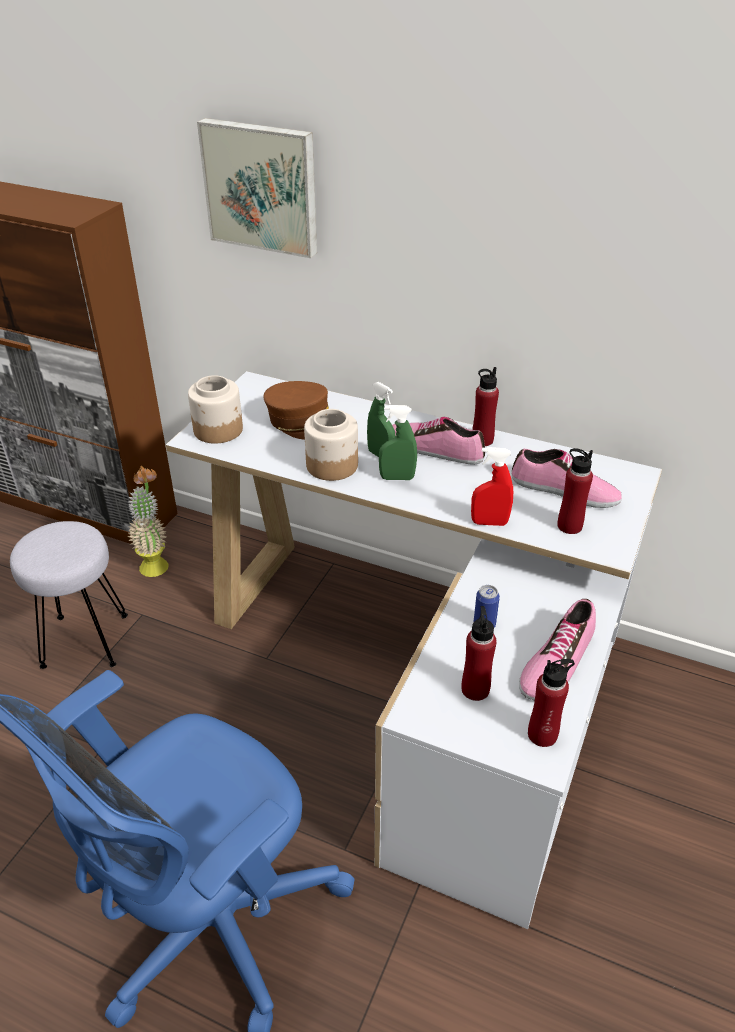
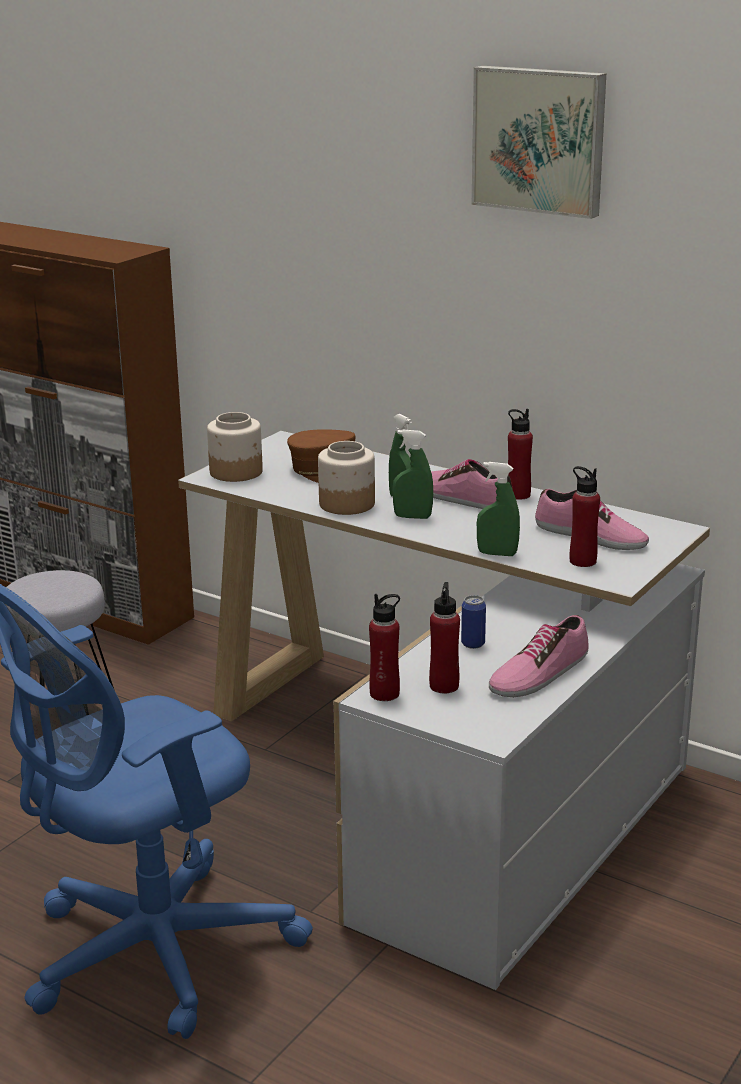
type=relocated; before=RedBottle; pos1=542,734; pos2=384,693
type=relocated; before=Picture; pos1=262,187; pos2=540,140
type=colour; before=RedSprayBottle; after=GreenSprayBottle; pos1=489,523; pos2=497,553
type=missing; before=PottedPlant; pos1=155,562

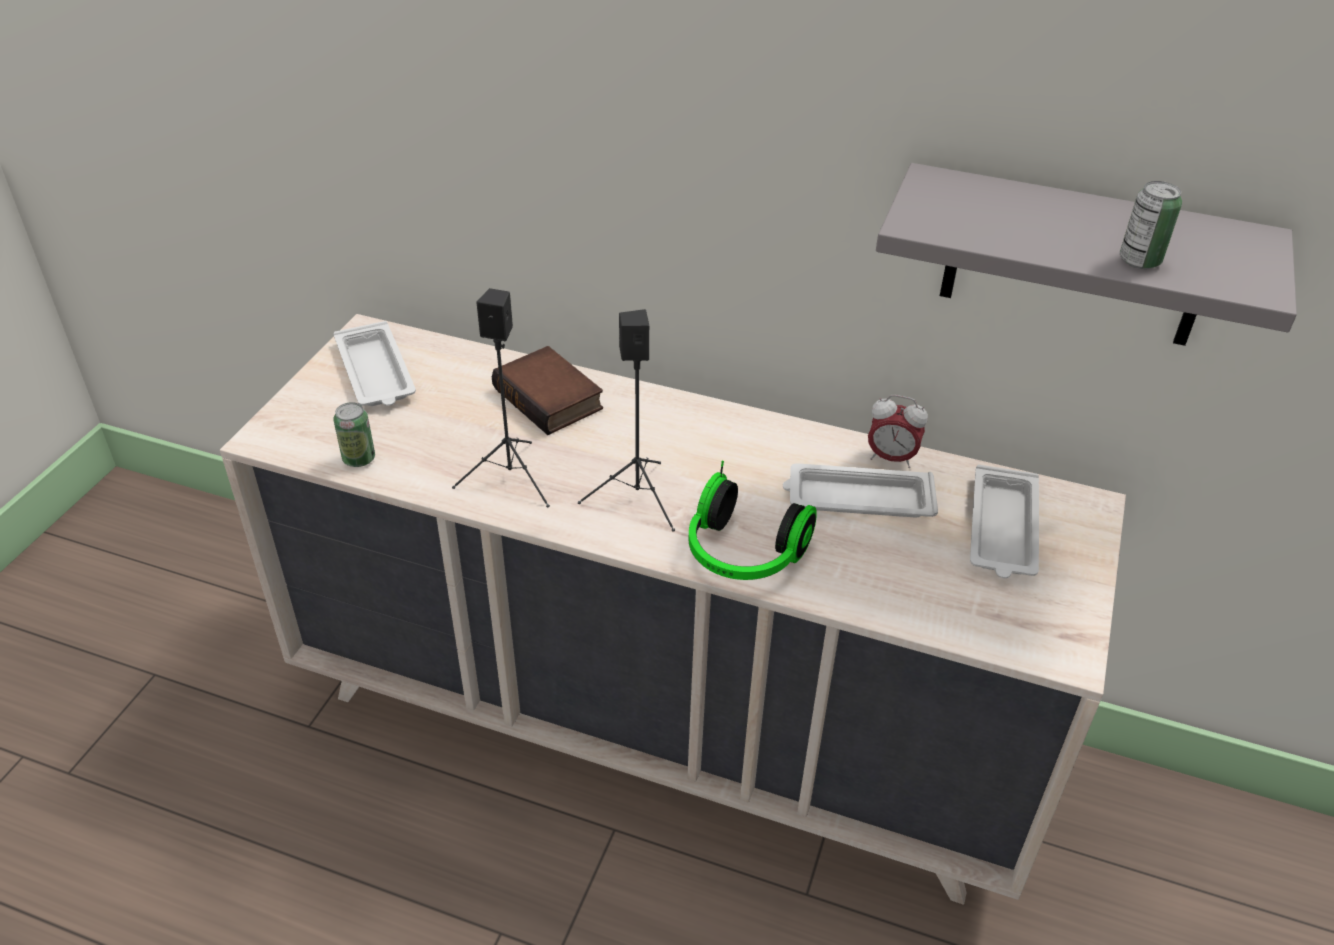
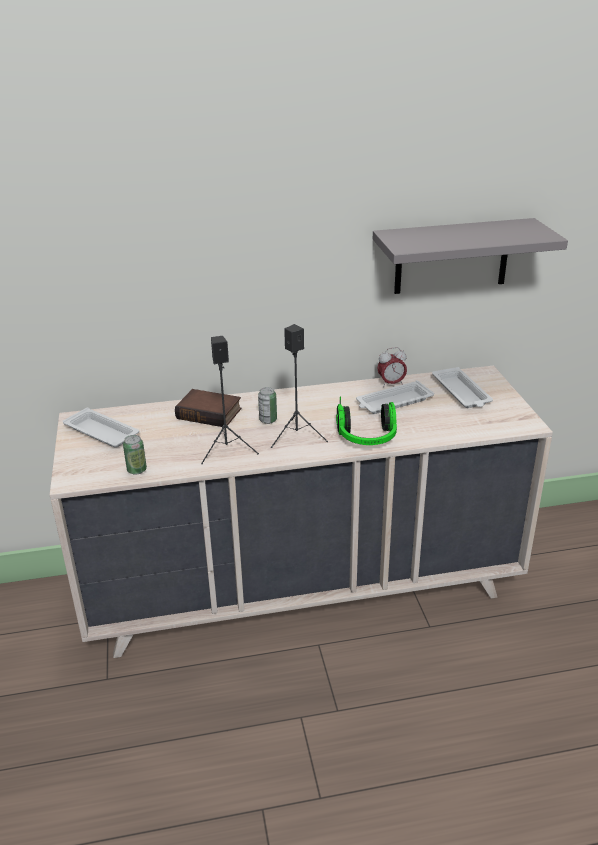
type=relocated; before=Can; pos1=1139,261; pos2=268,420

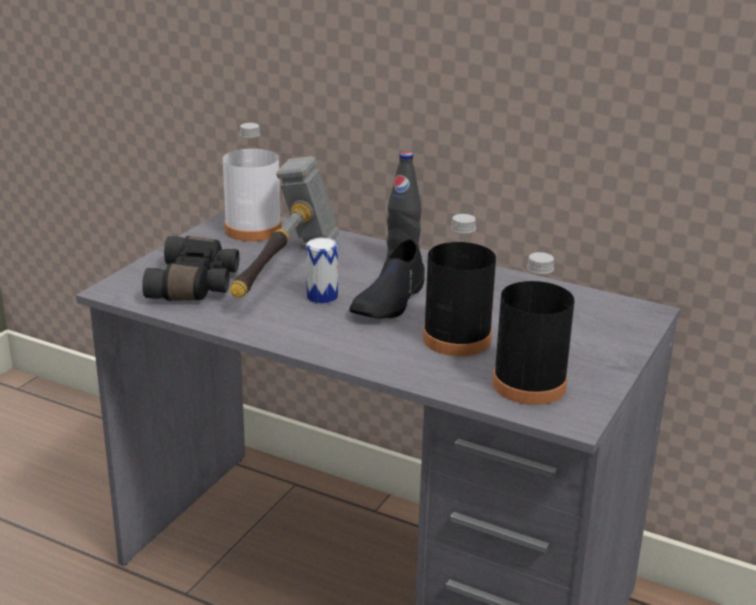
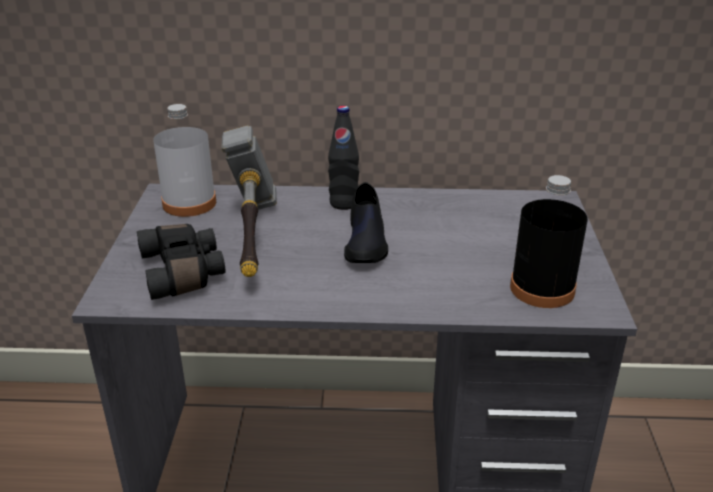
type=missing; before=Can; pos1=322,297
type=missing; before=BlackBottle; pos1=456,339

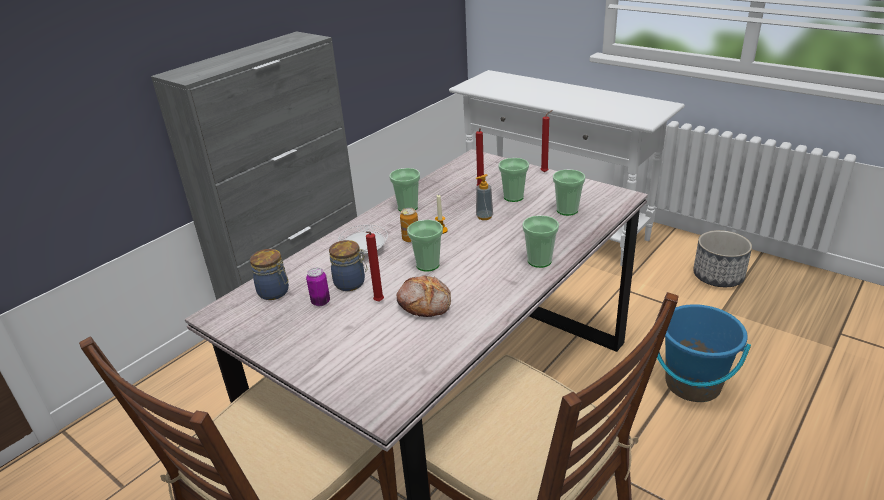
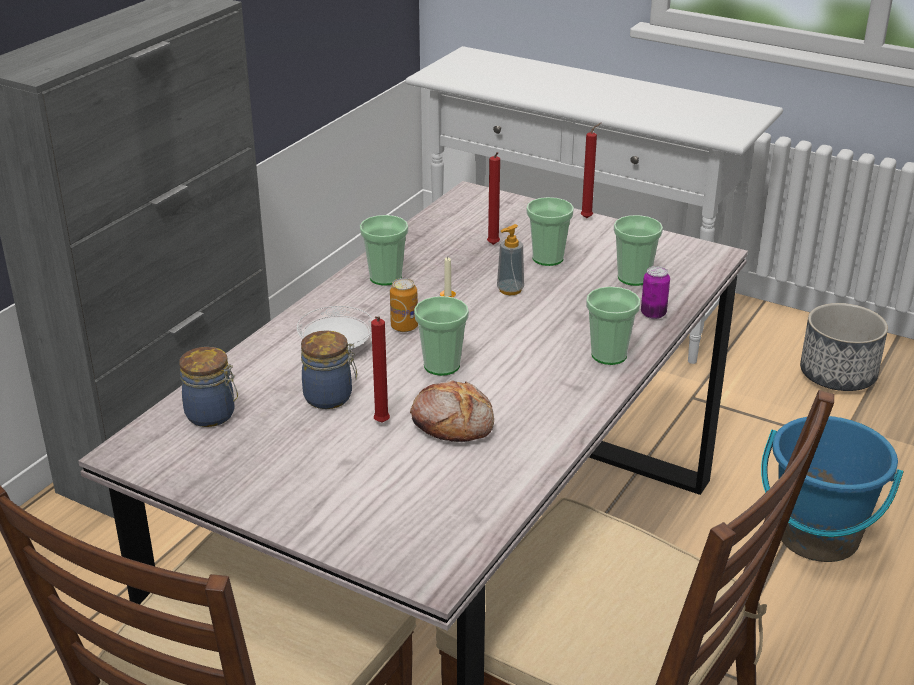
type=relocated; before=Can; pos1=321,302; pos2=653,314

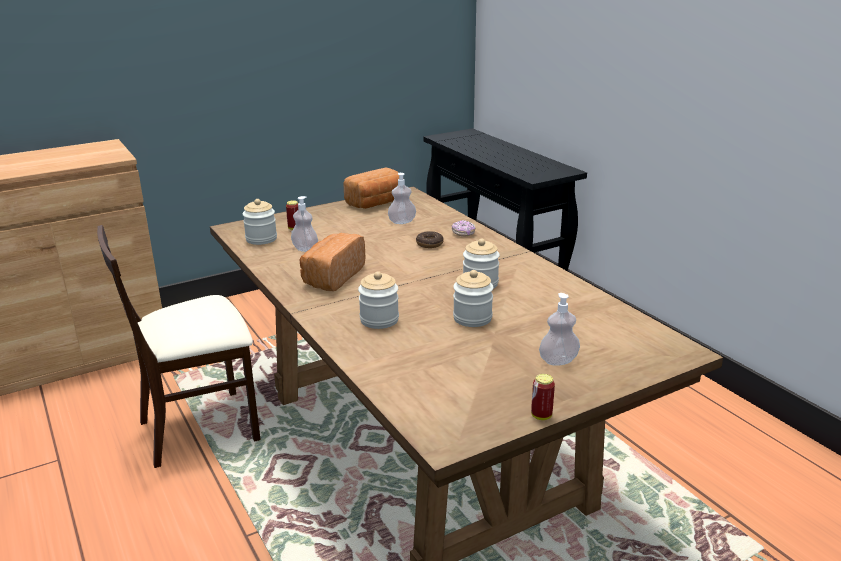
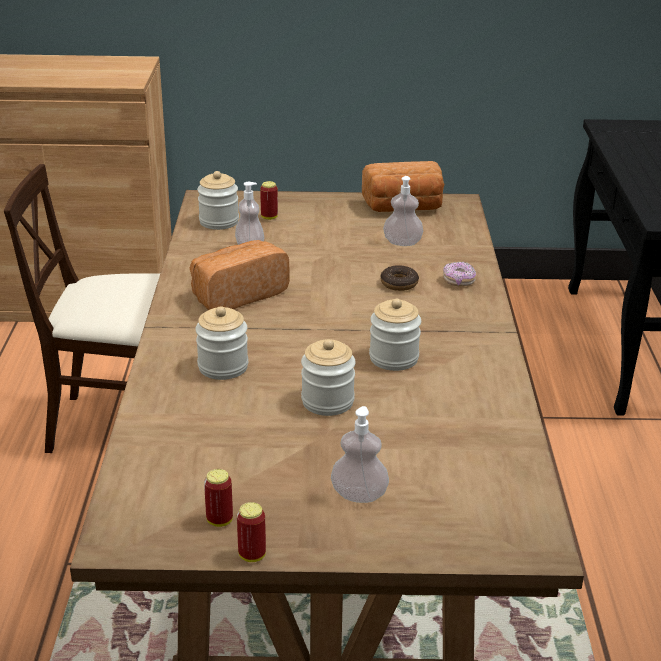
type=appeared; after=Can; pos2=219,520

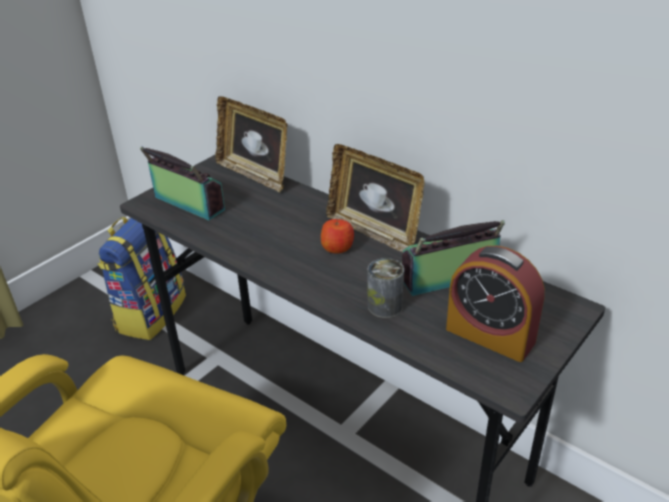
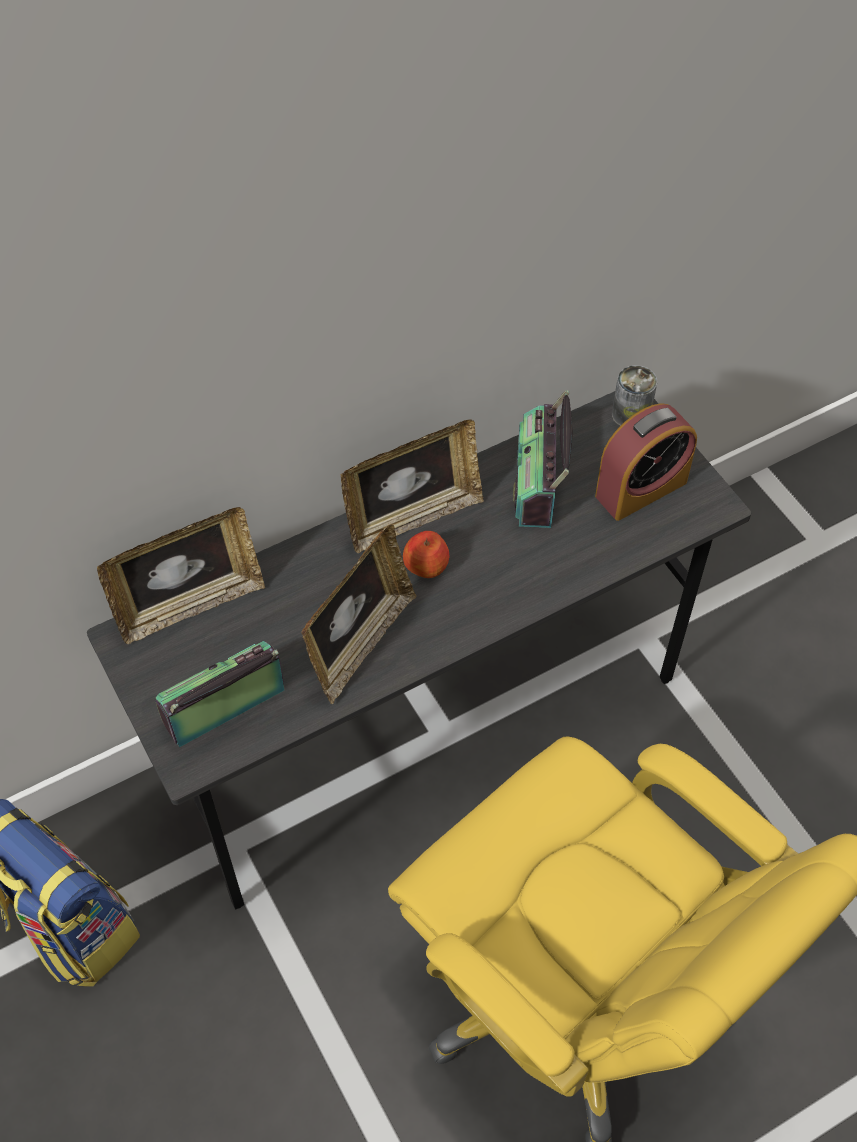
type=appeared; after=PictureFrame; pos2=360,643
type=relocated; before=Can; pos1=385,306; pos2=631,414

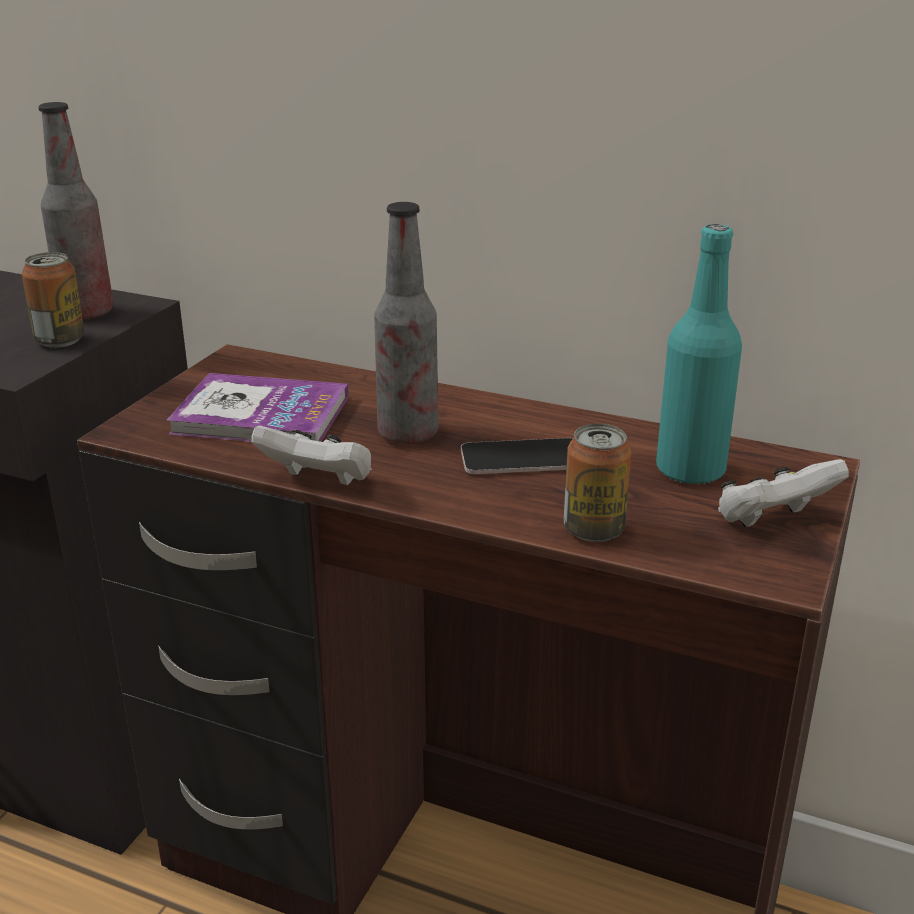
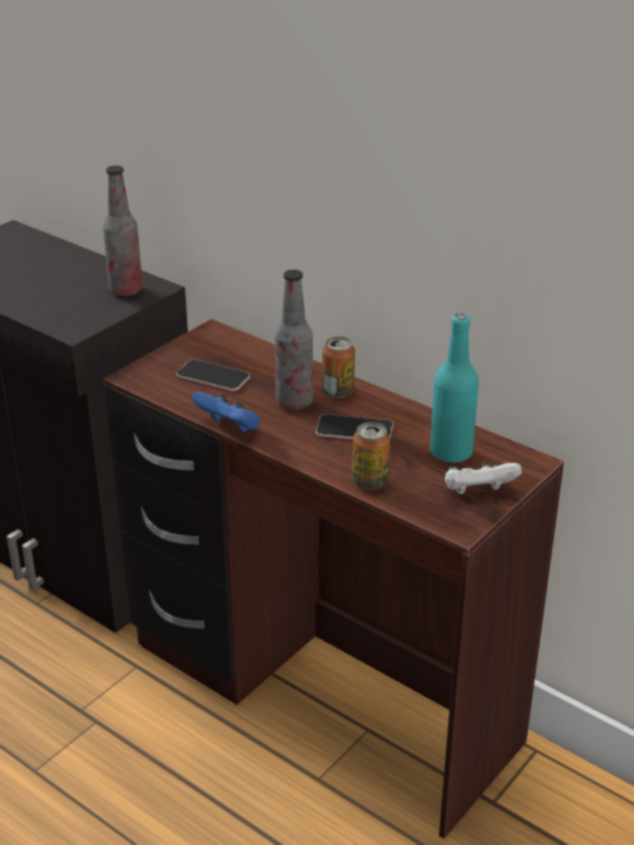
type=exchanged; before=Book; after=Phone; pos1=261,415; pos2=213,376
type=colour; before=WhiteGameController; after=BlueGameController; pos1=319,482; pos2=229,427
type=relocated; before=Can; pos1=60,340; pos2=338,391

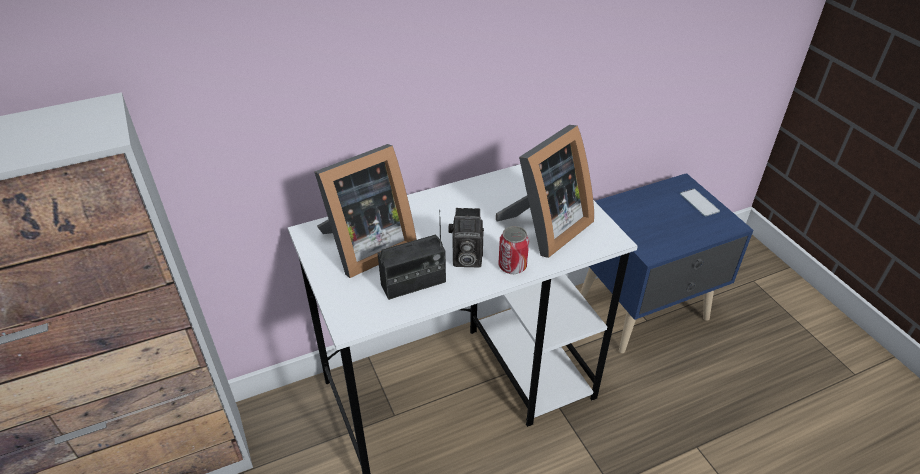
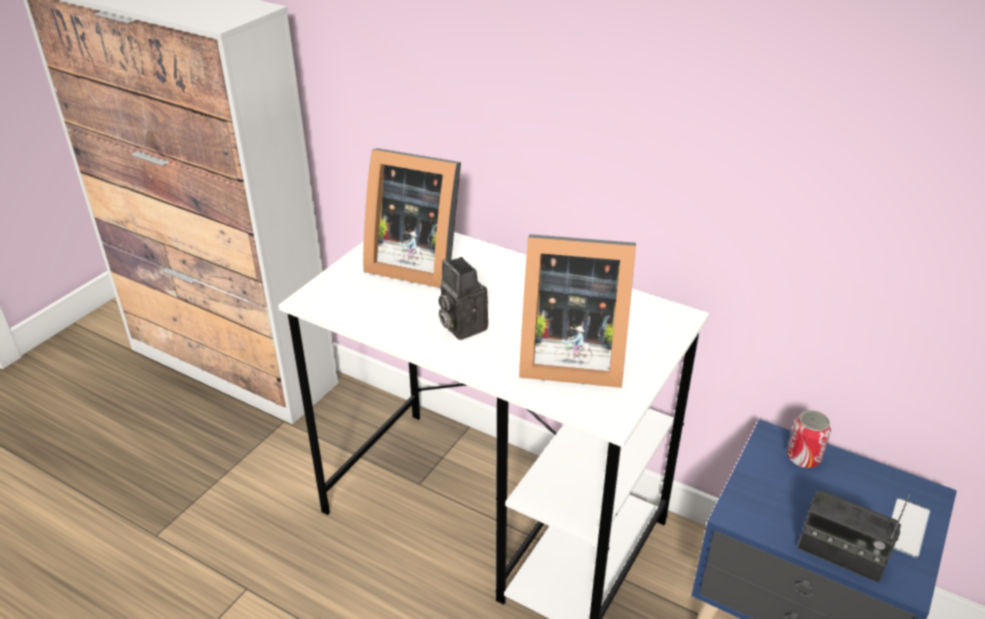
type=relocated; before=Can; pos1=512,266; pos2=803,457
type=relocated; before=Radio; pos1=413,283; pos2=840,555

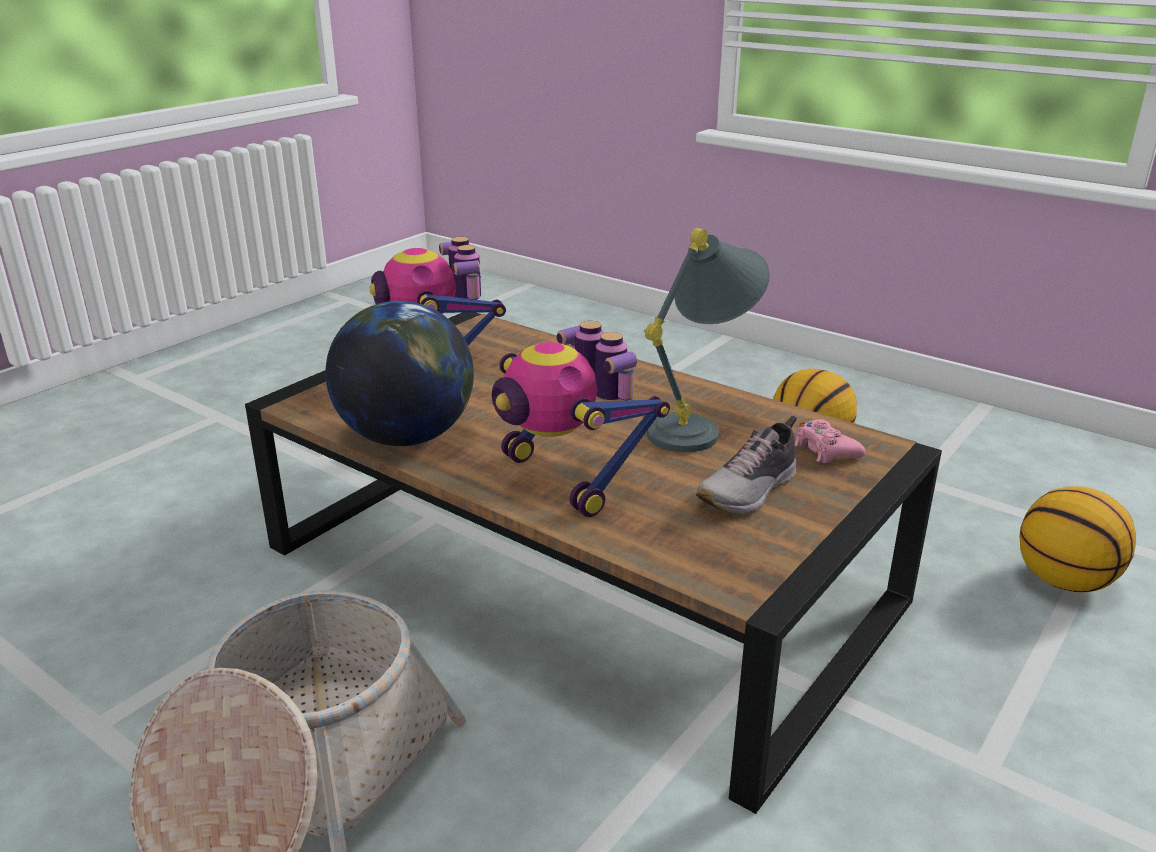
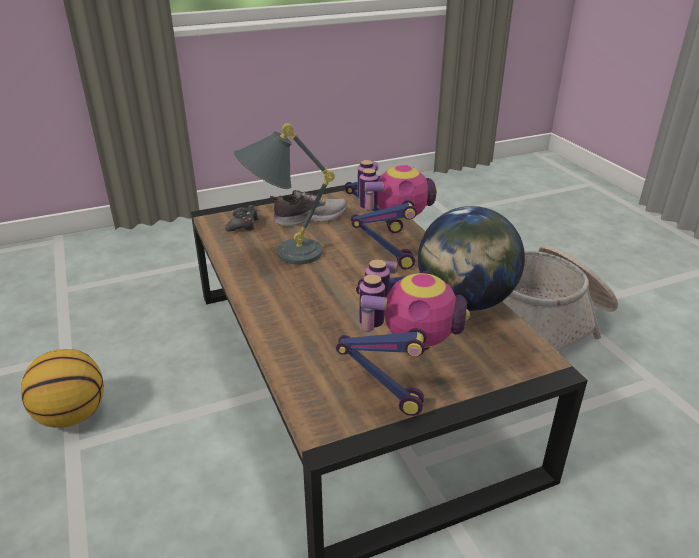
type=colour; before=PinkGameController; after=BlackGameController; pos1=825,450; pos2=243,224
type=missing; before=Basketball; pos1=1064,581

